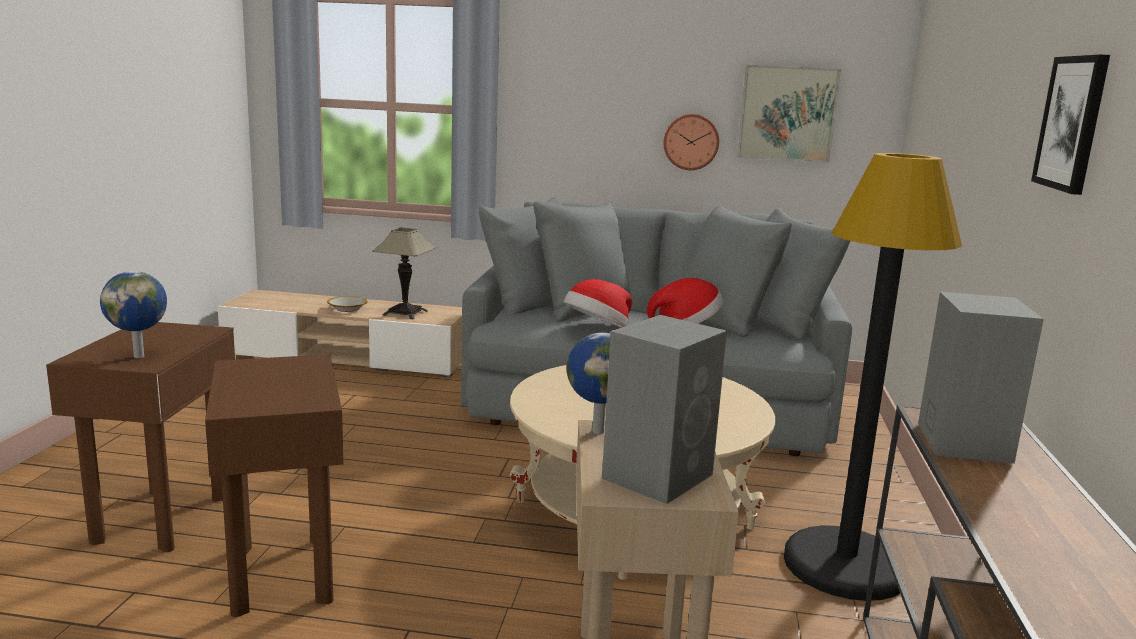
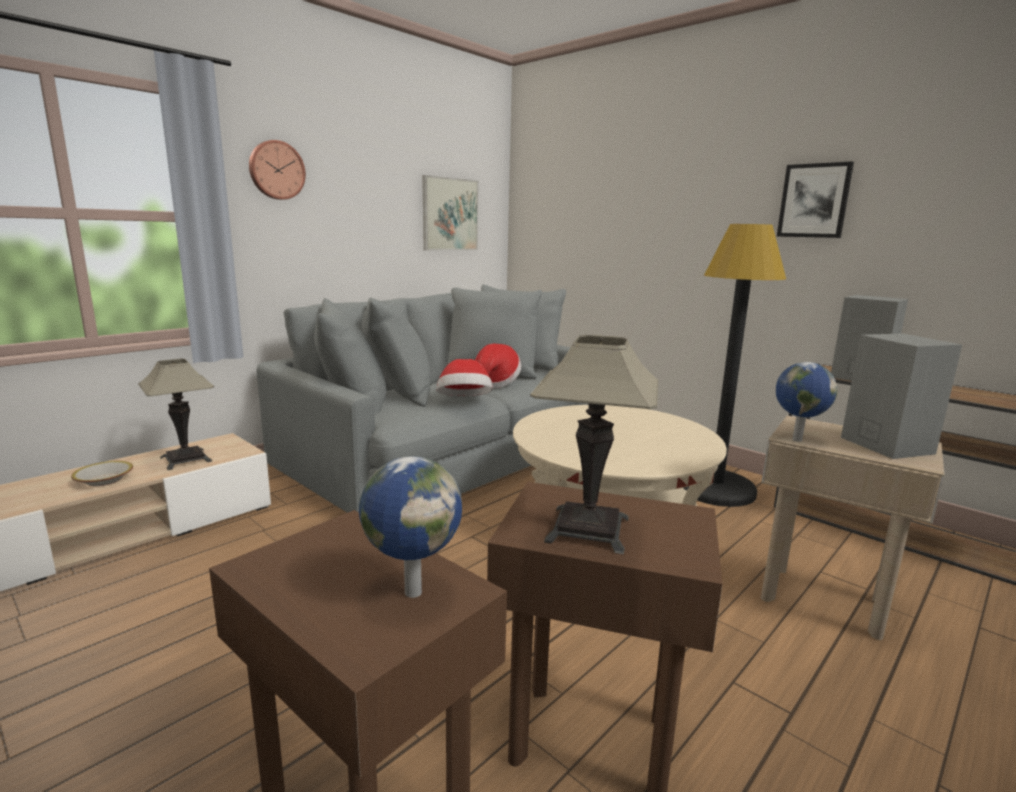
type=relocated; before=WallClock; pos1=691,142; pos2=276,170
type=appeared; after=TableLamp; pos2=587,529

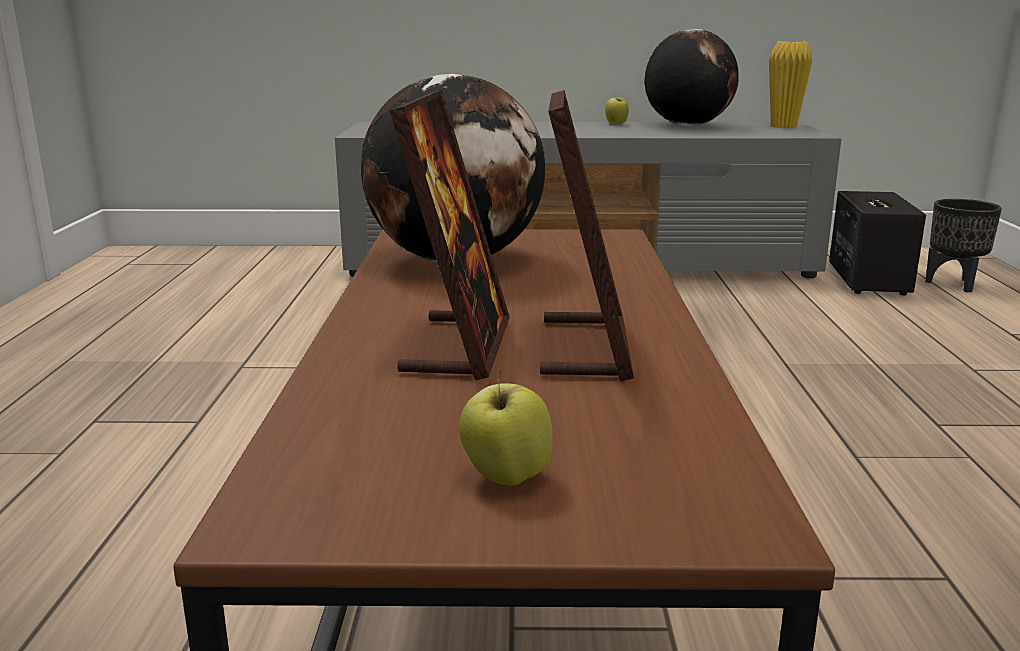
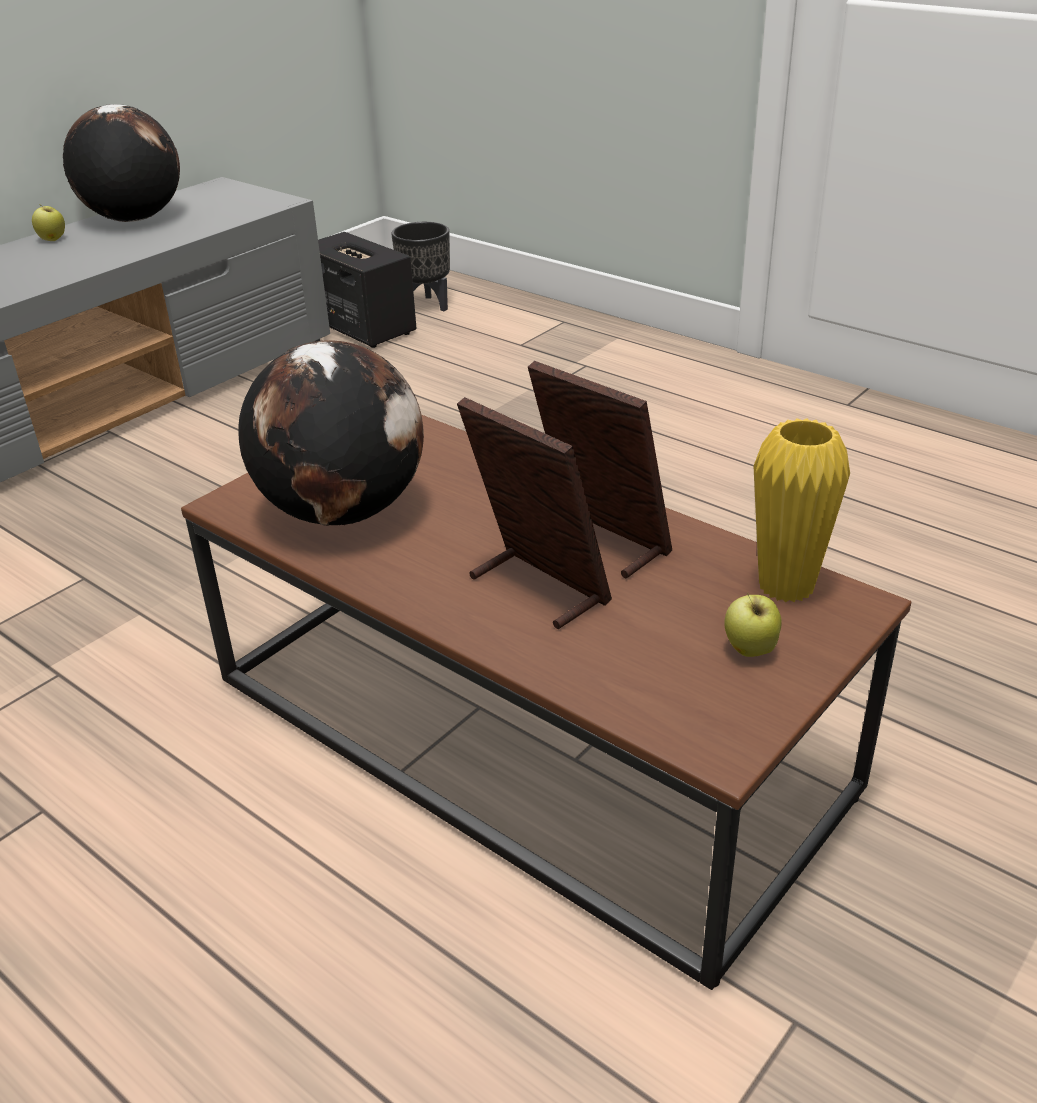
type=relocated; before=YellowVase; pos1=783,126; pos2=786,586

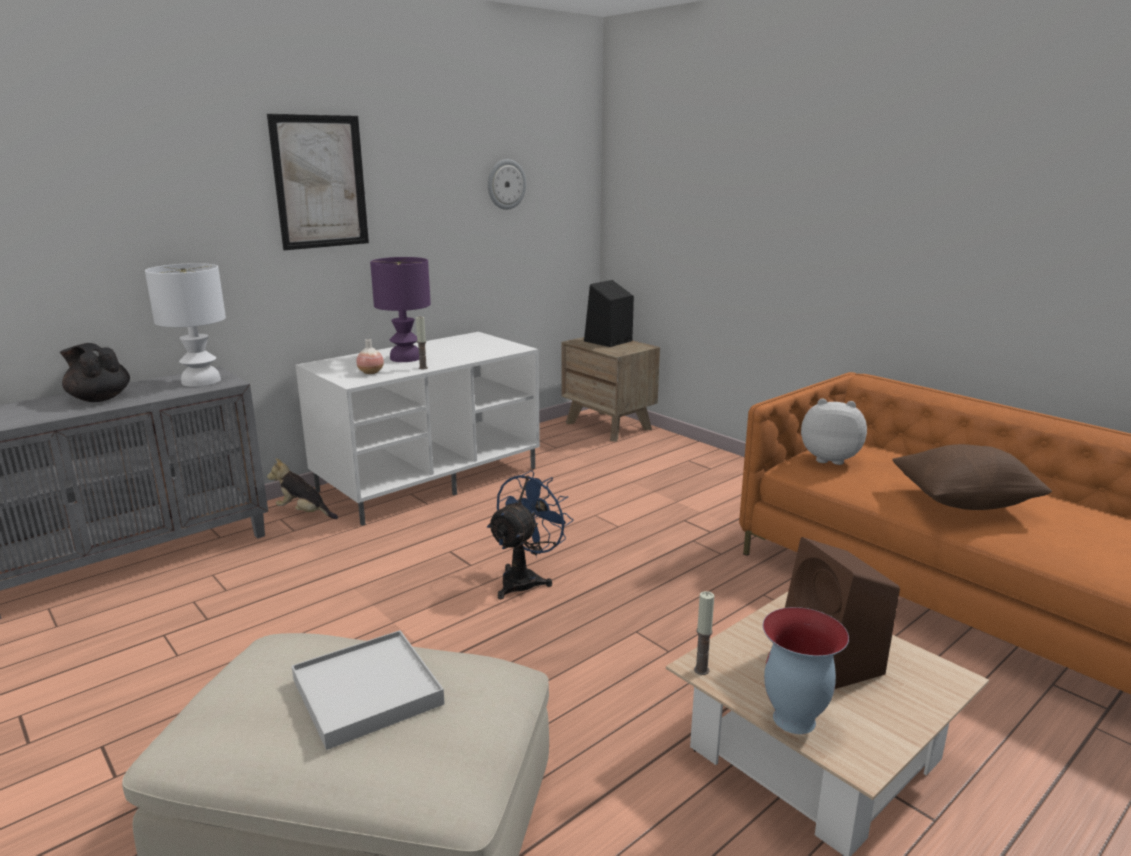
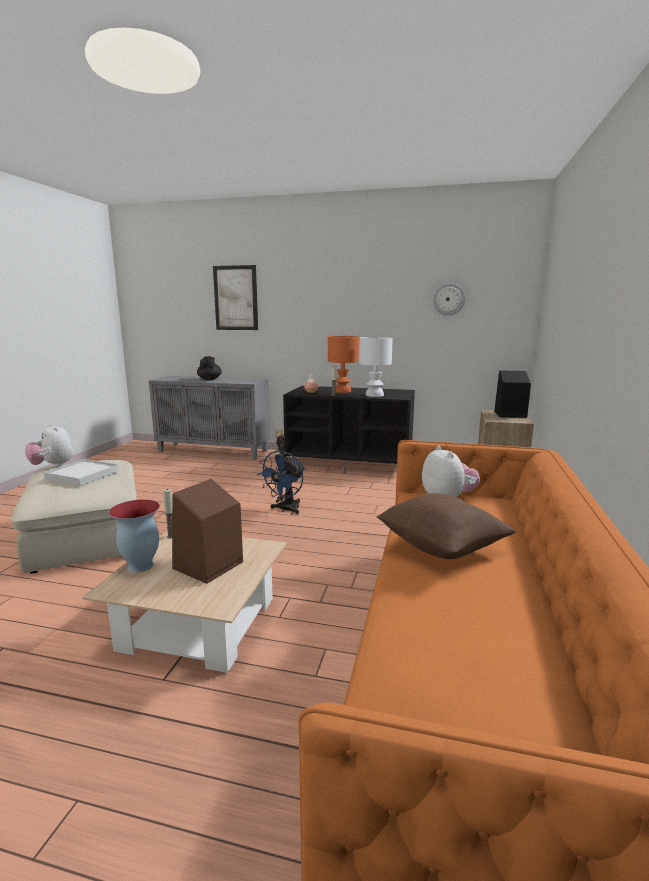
type=appeared; after=PlushToy; pos2=52,466
type=relocated; before=Picture; pos1=320,182; pos2=235,298
type=spun; before=BlueFan; pos1=525,579; pos2=285,510; turn=120
type=colour; before=WhiteTvStand; after=BlackTvStand; pos1=429,478; pos2=351,464
type=colour; before=PurpleTableLamp; after=OrangeTableLamp; pos1=406,358; pos2=343,391
type=relocated; before=WhiteTableLamp; pos1=200,381; pos2=374,395

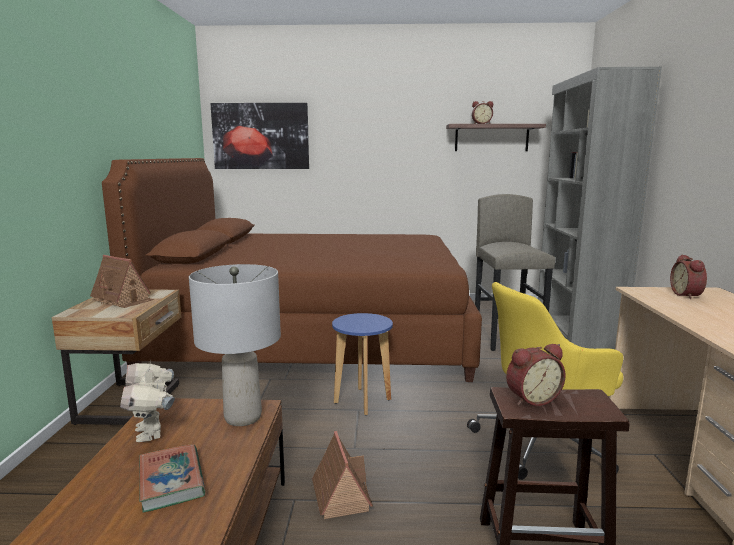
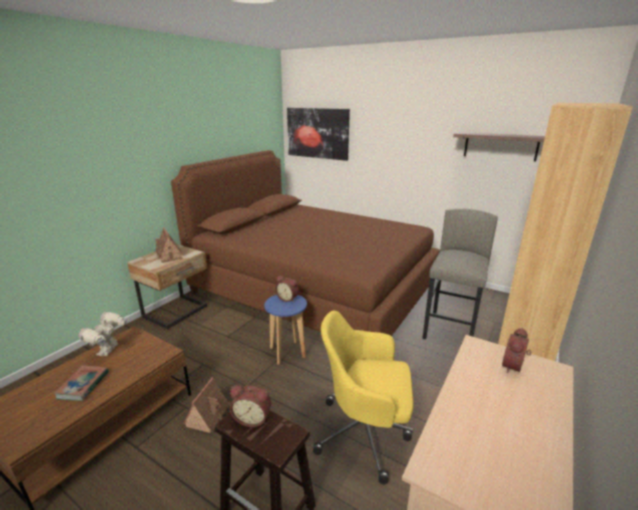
type=relocated; before=AlarmClock; pos1=481,124; pos2=288,298
type=colour; before=GreyBookcase; after=BrownBookcase; pos1=575,328; pos2=527,337
type=missing; before=GreyTableLamp; pos1=242,417

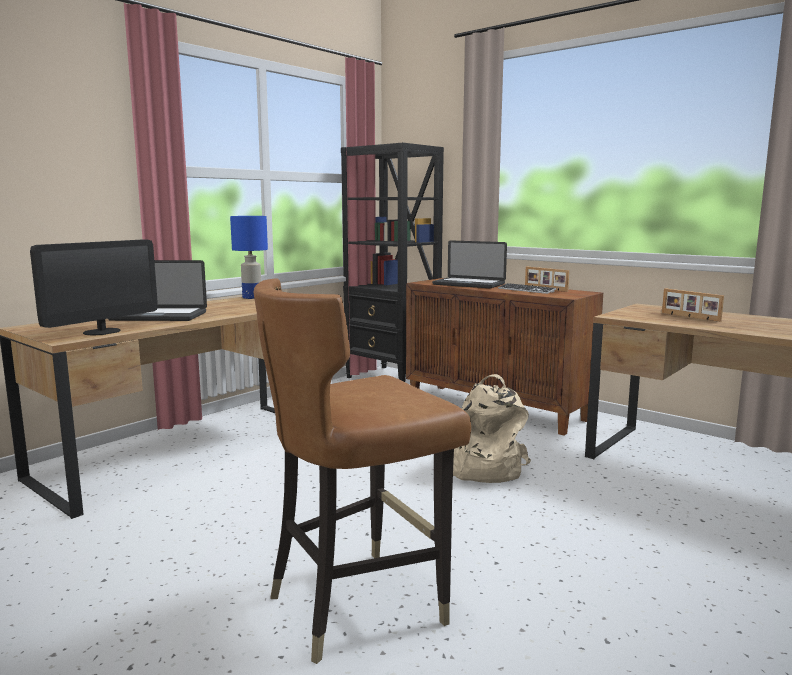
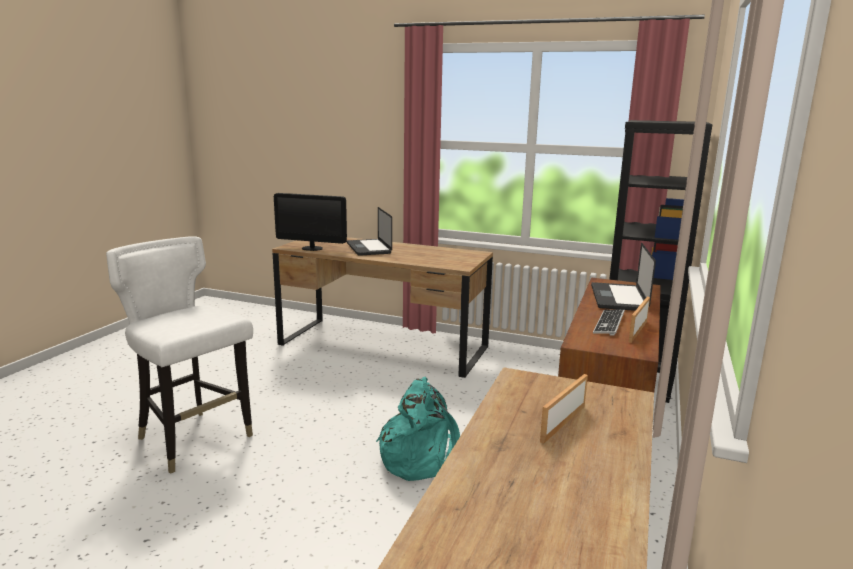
type=colour; before=BrownChair; after=WhiteChair; pos1=357,604; pos2=194,440
type=colour; before=BeigeBackpack; after=TurquoiseBackpack; pos1=480,468; pos2=421,458
type=missing; before=BlueTableLamp; pos1=252,297

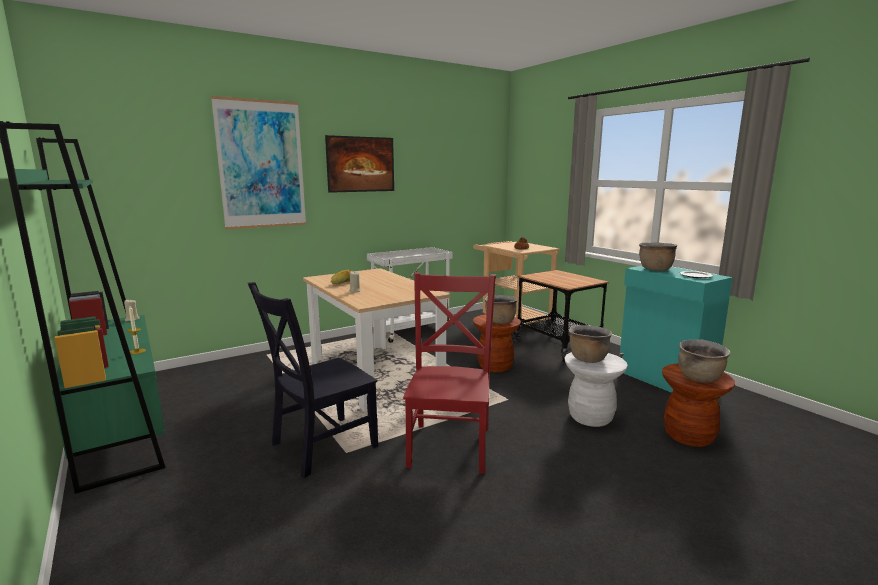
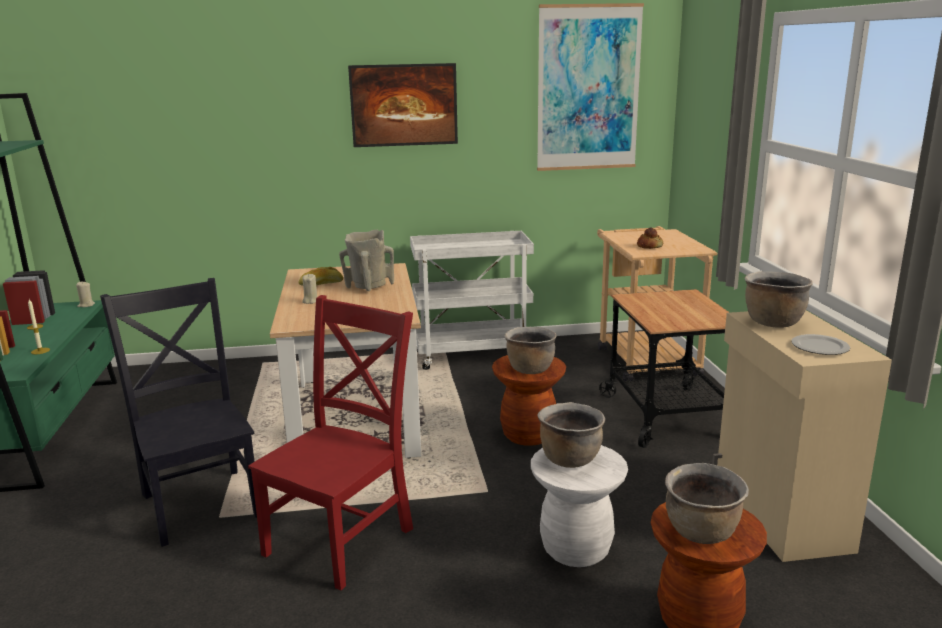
type=spun; before=BlackChair; pos1=320,446; pos2=201,502; turn=75
type=appeared; after=BeigeVase; pos2=368,286
type=relocated; before=Picture; pos1=261,165; pos2=588,88
type=colour; before=TurquoiseCabinet; after=BeigeCabinet; pos1=664,380; pos2=779,515

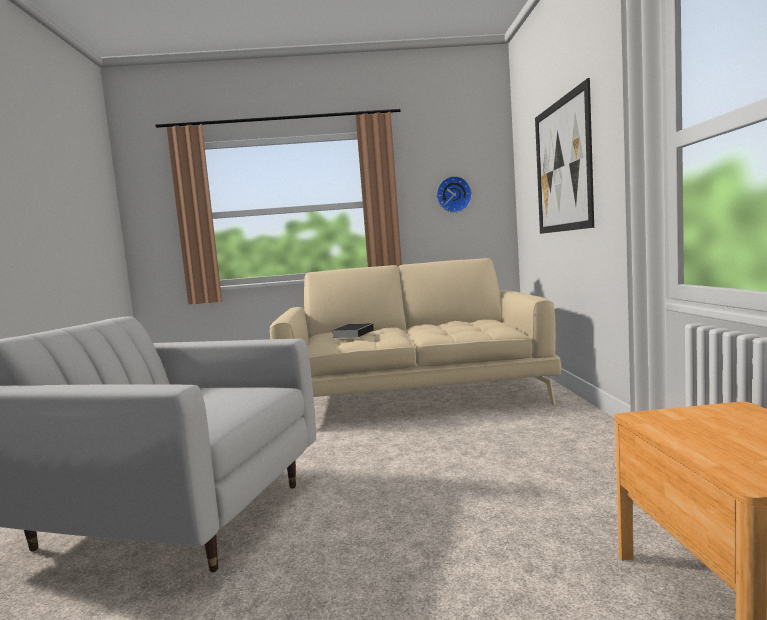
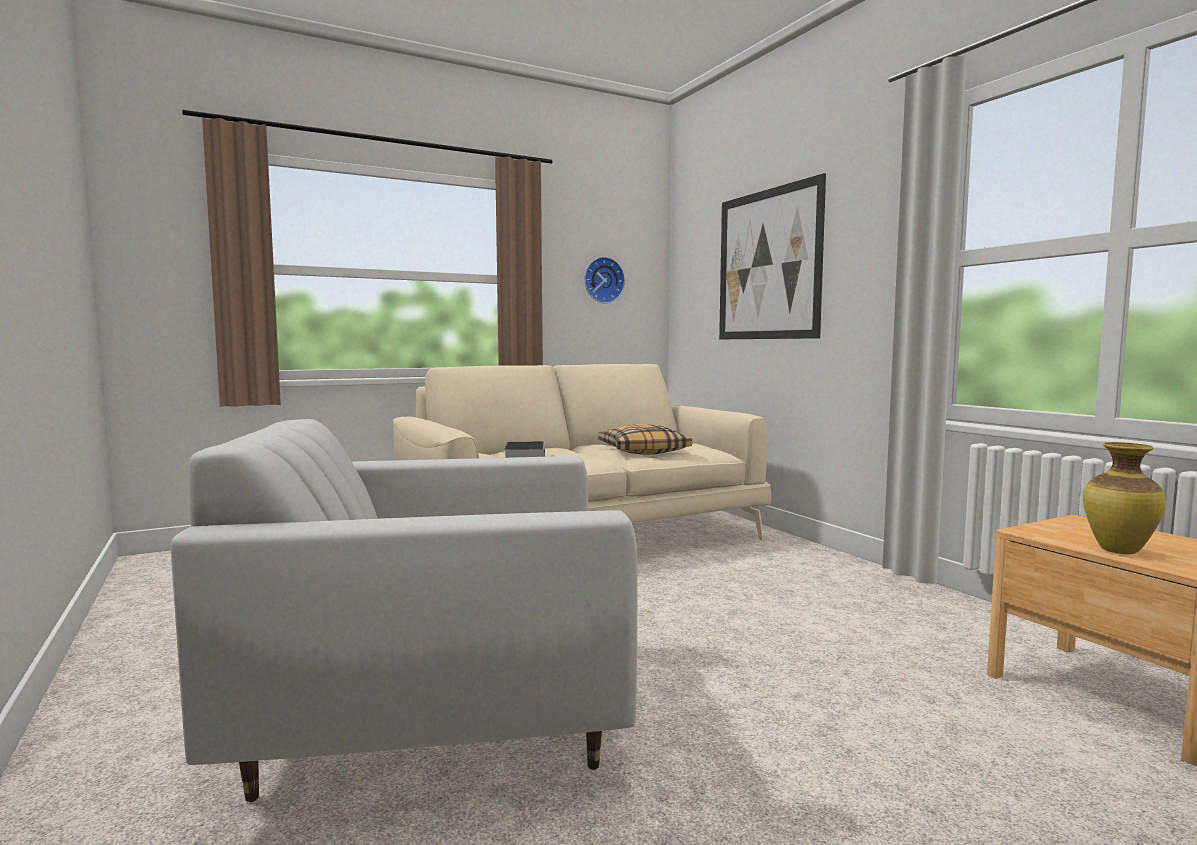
type=appeared; after=Pillow; pos2=643,451
type=appeared; after=Vase; pos2=1117,551

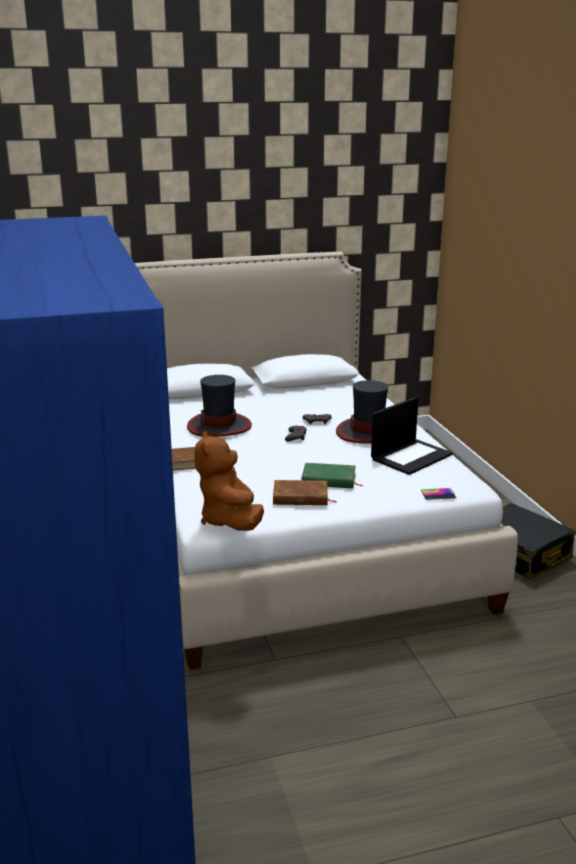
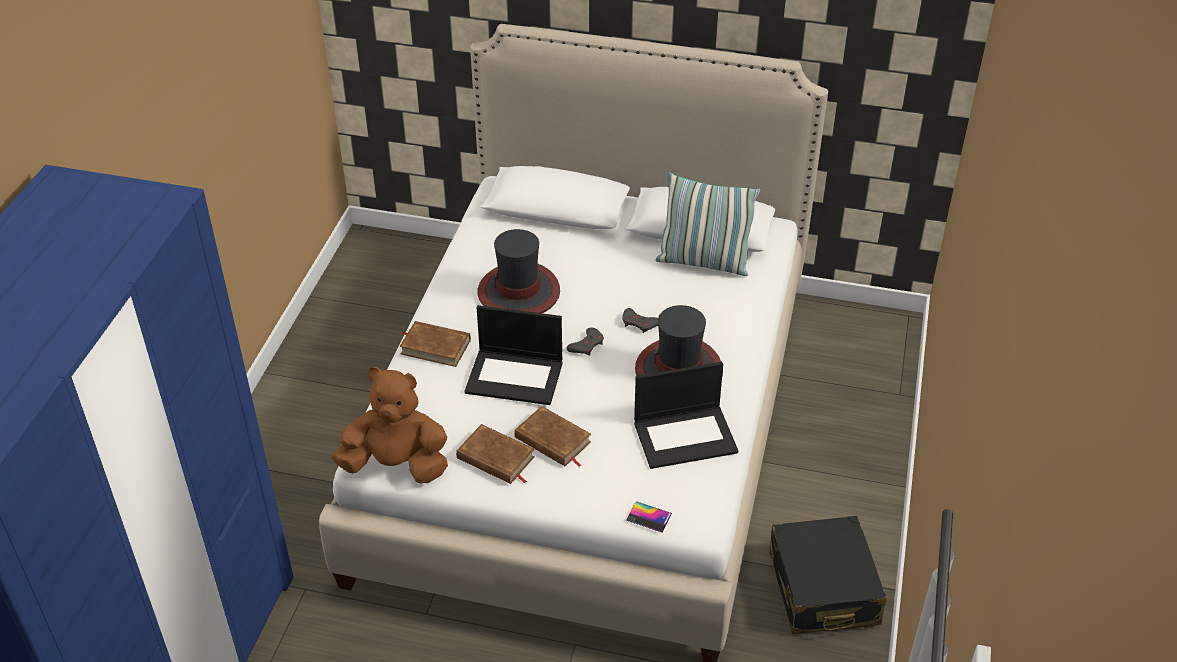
type=spun; before=BrownPlushToy; pos1=230,521; pos2=396,465; turn=75
type=appeared; after=Laptop; pos2=515,376
type=colour; before=GreenBook; after=BrownBook; pos1=329,480; pos2=552,440
type=appeared; after=Pillow; pos2=703,262

